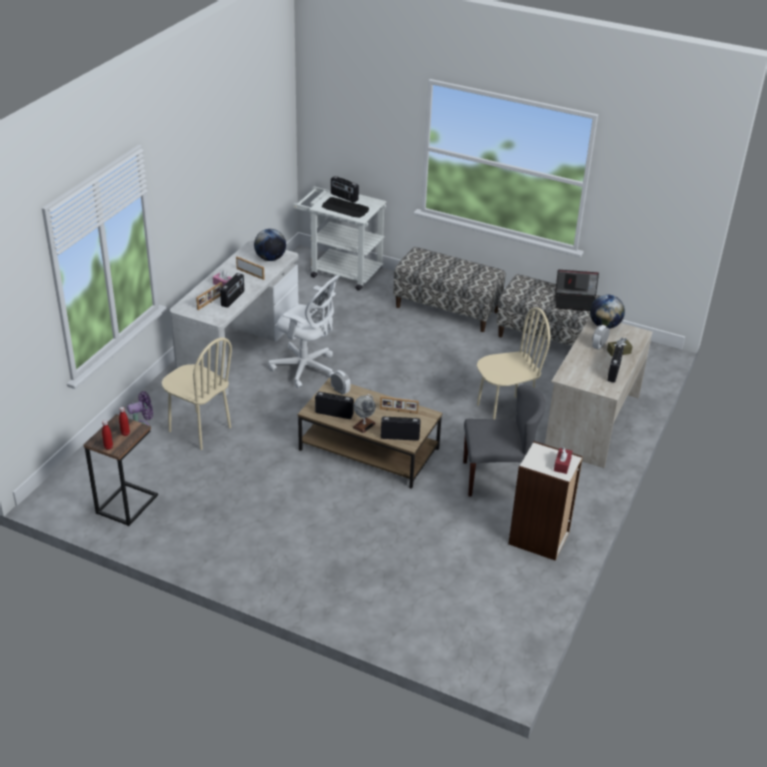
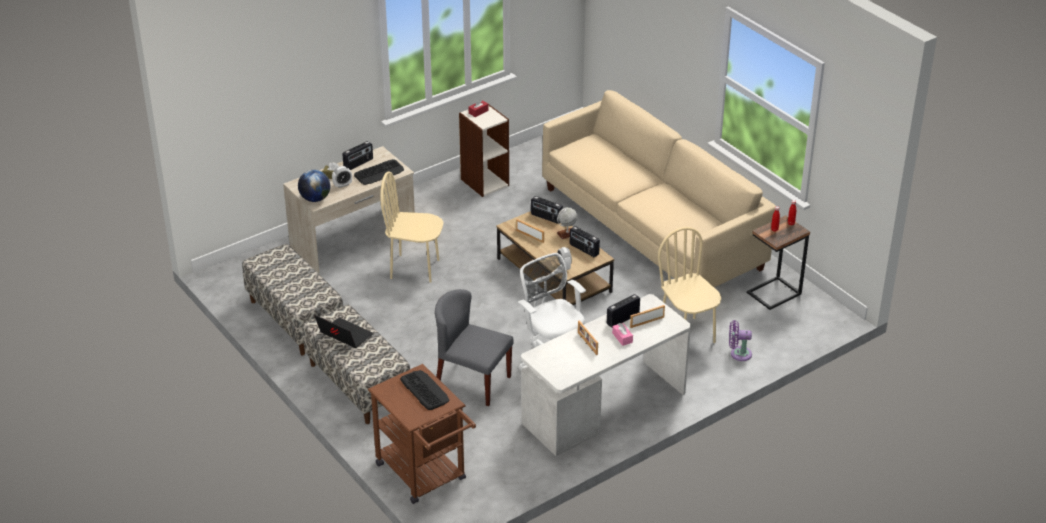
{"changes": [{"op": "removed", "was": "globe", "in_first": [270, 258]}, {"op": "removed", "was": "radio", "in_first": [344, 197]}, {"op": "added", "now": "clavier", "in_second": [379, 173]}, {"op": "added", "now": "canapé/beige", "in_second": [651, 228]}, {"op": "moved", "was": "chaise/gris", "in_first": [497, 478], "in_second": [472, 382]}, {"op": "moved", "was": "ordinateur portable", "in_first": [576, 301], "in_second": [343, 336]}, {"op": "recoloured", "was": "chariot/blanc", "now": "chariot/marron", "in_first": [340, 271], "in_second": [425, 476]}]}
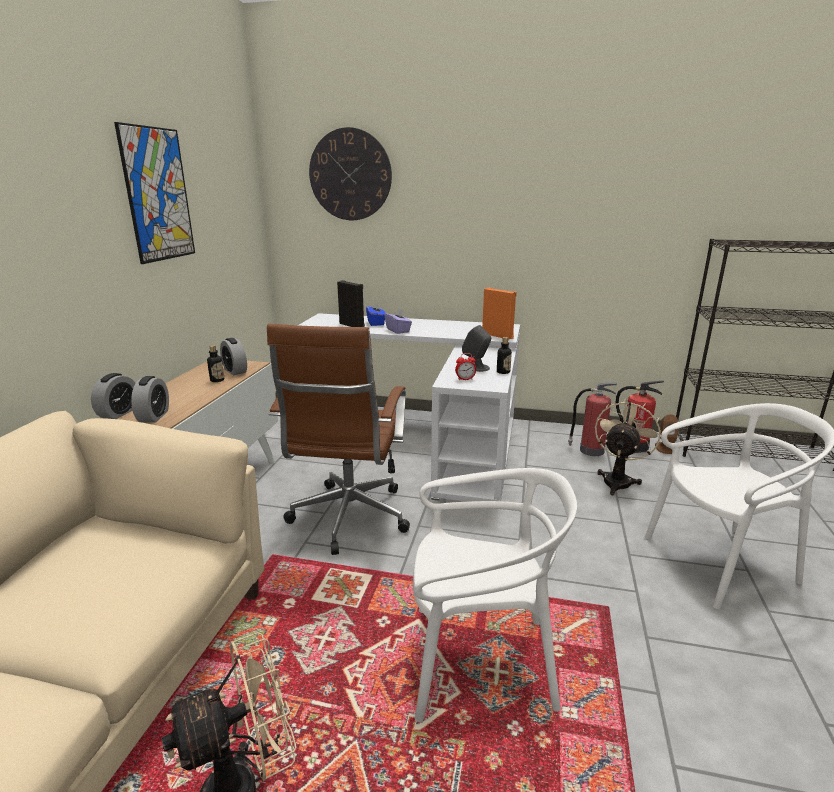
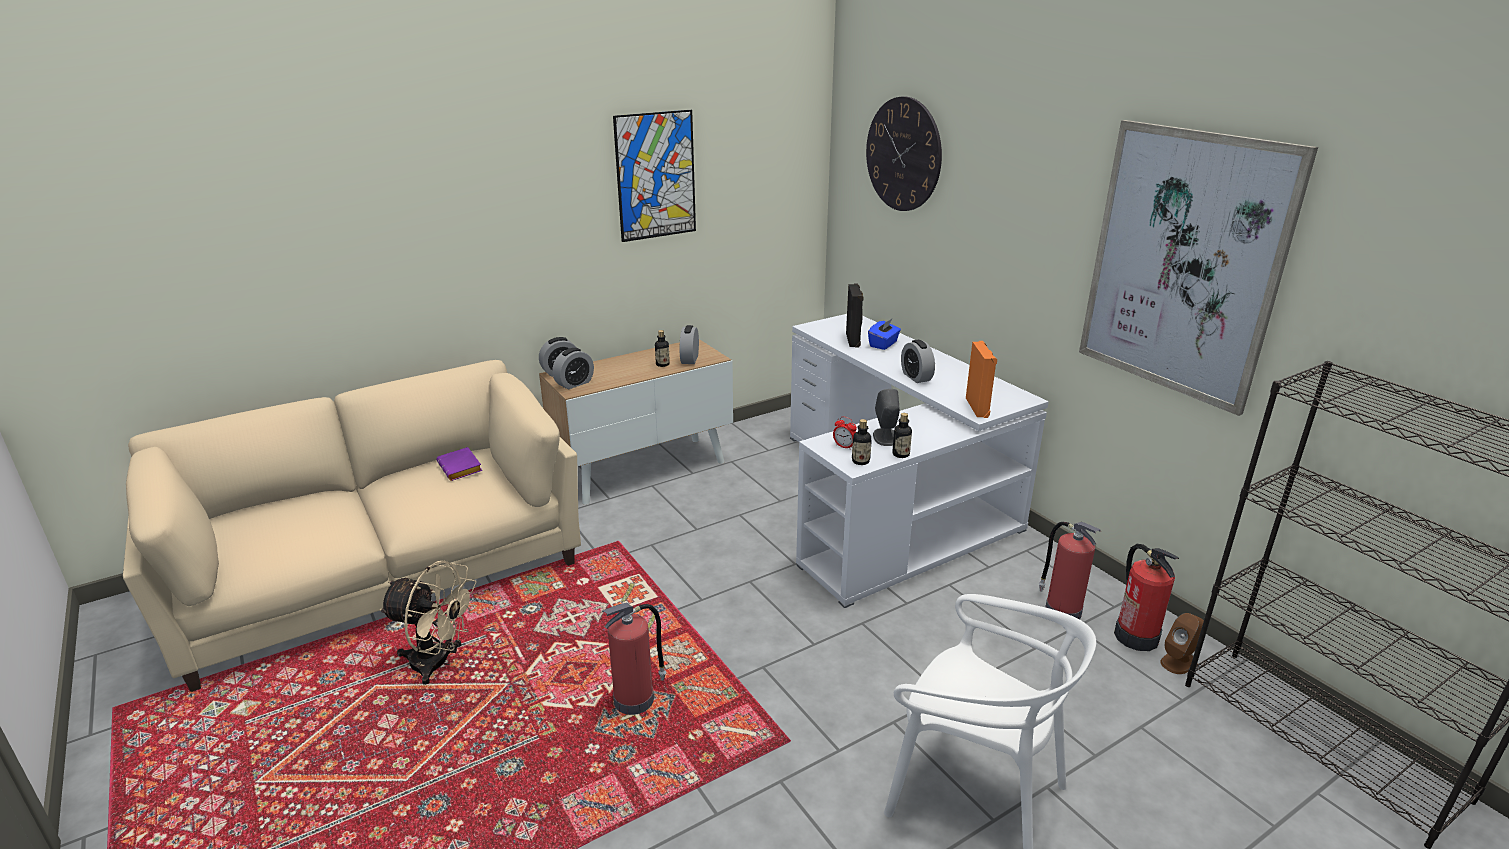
{"changes": [{"op": "removed", "was": "chaise de bureau/marron", "in_first": [348, 519]}, {"op": "removed", "was": "boîte à mouchoirs/violet", "in_first": [398, 330]}, {"op": "removed", "was": "ventilateur/beige", "in_first": [618, 480]}, {"op": "added", "now": "livre/violet", "in_second": [462, 468]}, {"op": "added", "now": "bouteille", "in_second": [860, 461]}, {"op": "added", "now": "réveil", "in_second": [916, 377]}, {"op": "added", "now": "tableau", "in_second": [1183, 264]}, {"op": "replaced", "was": "chaise/blanc", "now": "extincteur", "in_first": [479, 661], "in_second": [636, 700]}]}
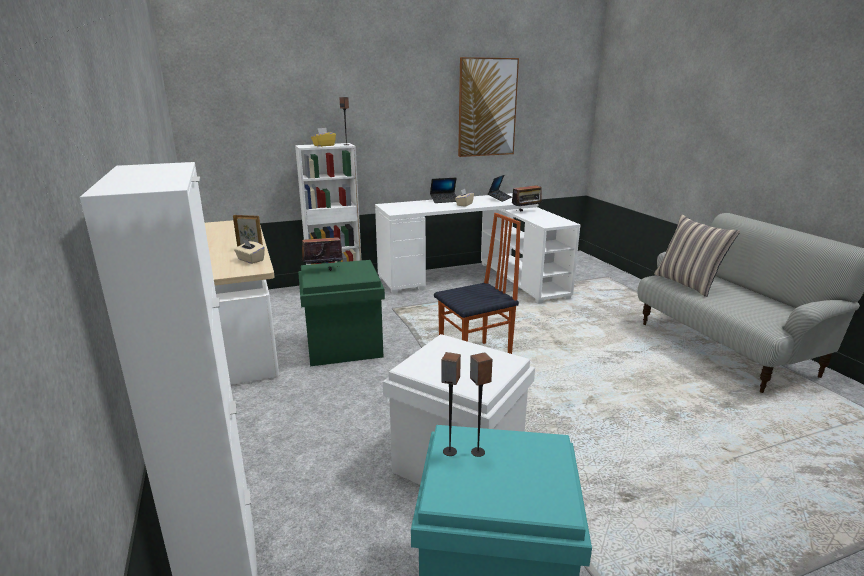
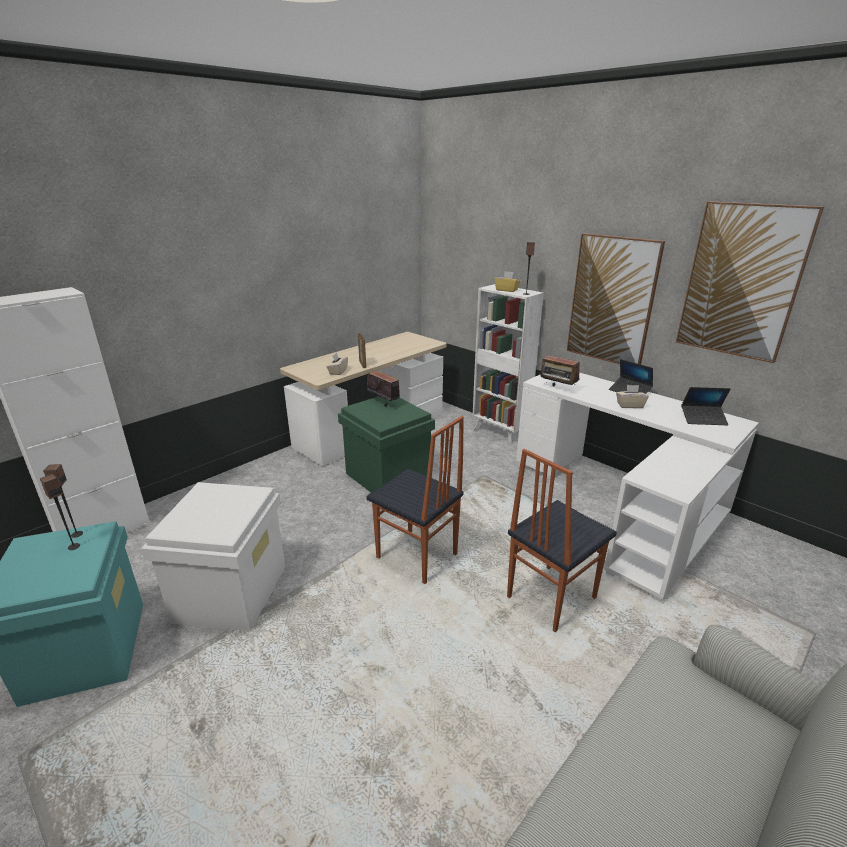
{"changes": [{"op": "removed", "was": "coussin", "in_first": [688, 284]}, {"op": "added", "now": "chaise", "in_second": [549, 597]}, {"op": "added", "now": "tableau", "in_second": [612, 300]}, {"op": "moved", "was": "radio", "in_first": [526, 211], "in_second": [557, 389]}]}
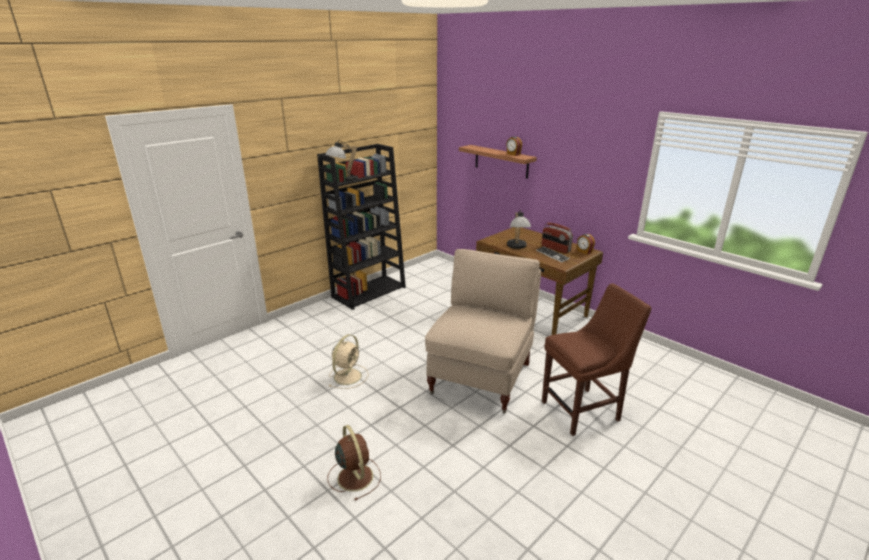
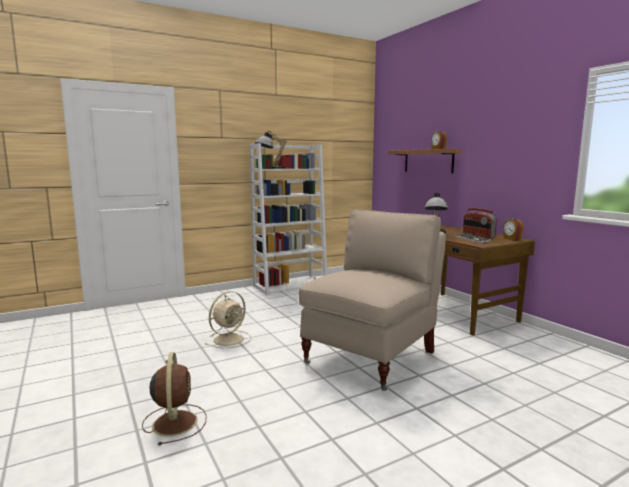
{"changes": [{"op": "removed", "was": "chaise/marron", "in_first": [583, 410]}, {"op": "recoloured", "was": "bibliothèque/noir", "now": "bibliothèque/blanc", "in_first": [369, 292], "in_second": [290, 285]}]}
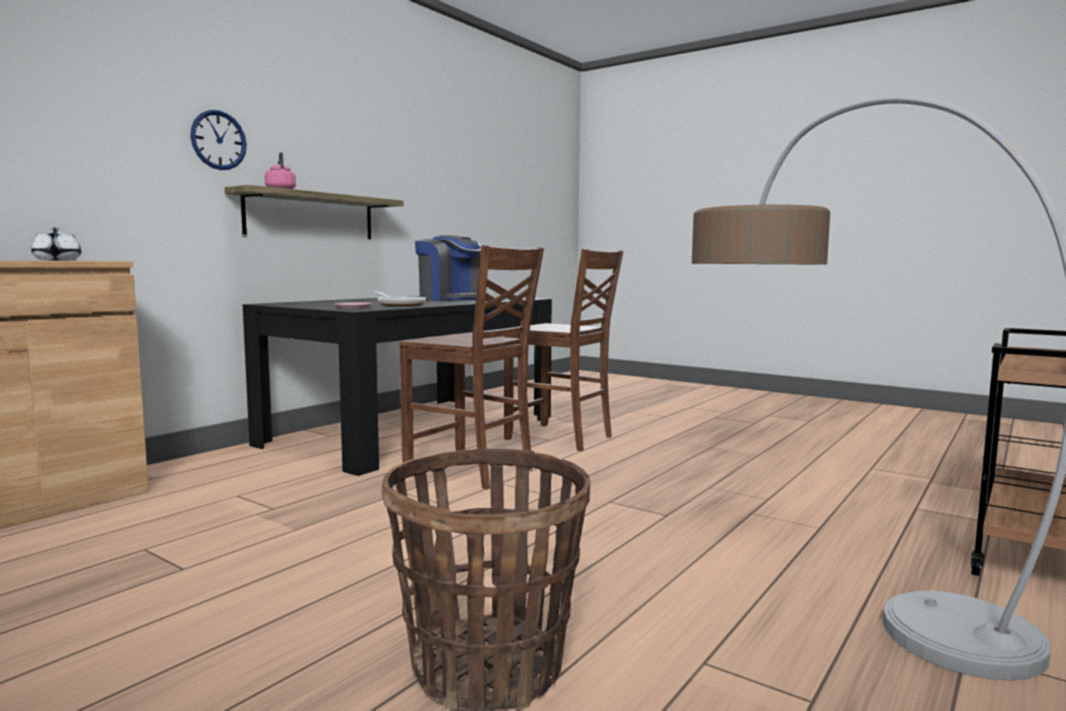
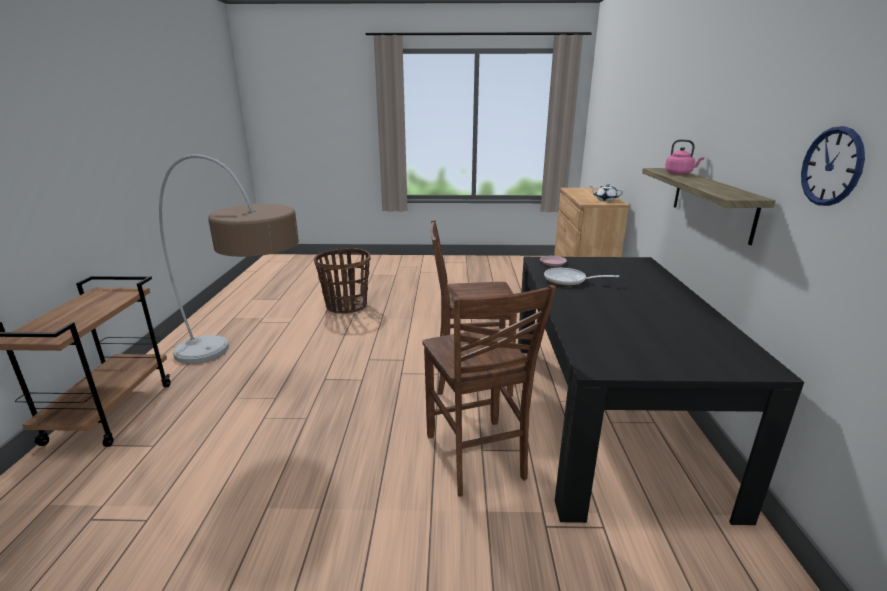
{"changes": [{"op": "removed", "was": "machine à café", "in_first": [452, 299]}, {"op": "moved", "was": "horloge murale", "in_first": [218, 140], "in_second": [831, 166]}, {"op": "turned", "was": "chaise/marron", "in_first": [561, 438], "in_second": [476, 457], "clockwise": -105}]}
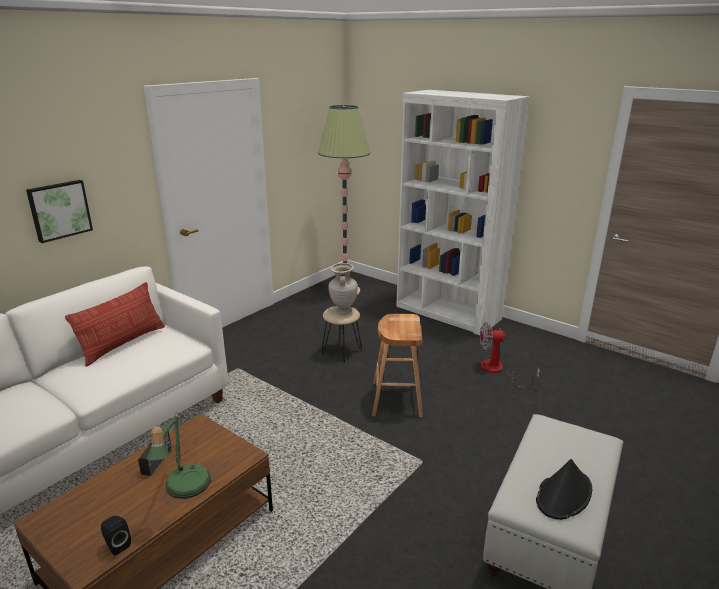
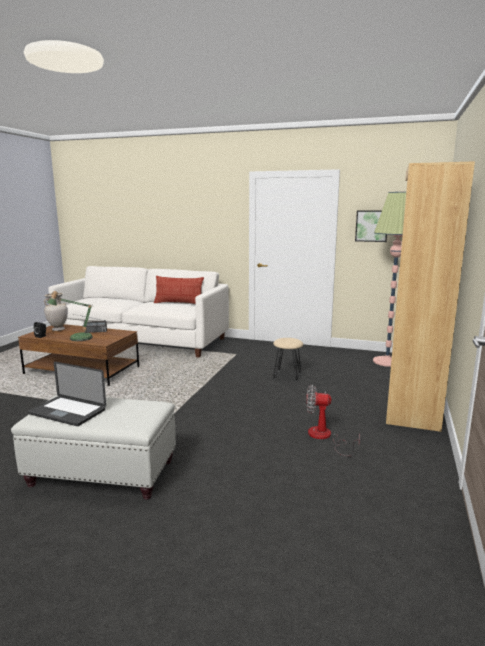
{"changes": [{"op": "removed", "was": "tabouret/marron", "in_first": [396, 399]}, {"op": "moved", "was": "tableau", "in_first": [59, 210], "in_second": [371, 226]}, {"op": "moved", "was": "vase/beige", "in_first": [343, 311], "in_second": [58, 329]}, {"op": "replaced", "was": "chapeau/noir", "now": "ordinateur portable", "in_first": [564, 494], "in_second": [67, 412]}, {"op": "recoloured", "was": "bibliothèque/blanc", "now": "bibliothèque/marron", "in_first": [447, 313], "in_second": [411, 404]}, {"op": "turned", "was": "ventilateur", "in_first": [498, 370], "in_second": [325, 437], "clockwise": -60}]}
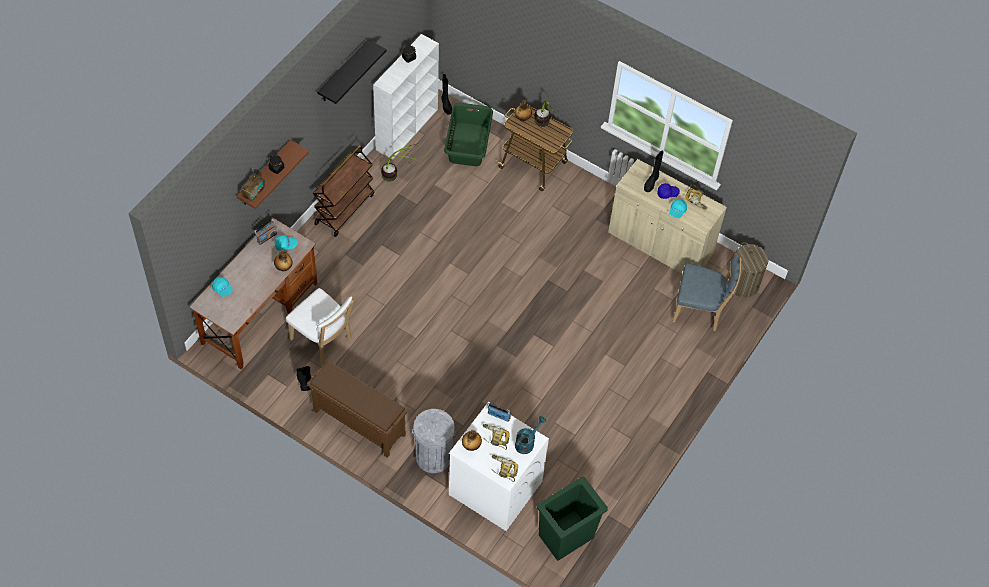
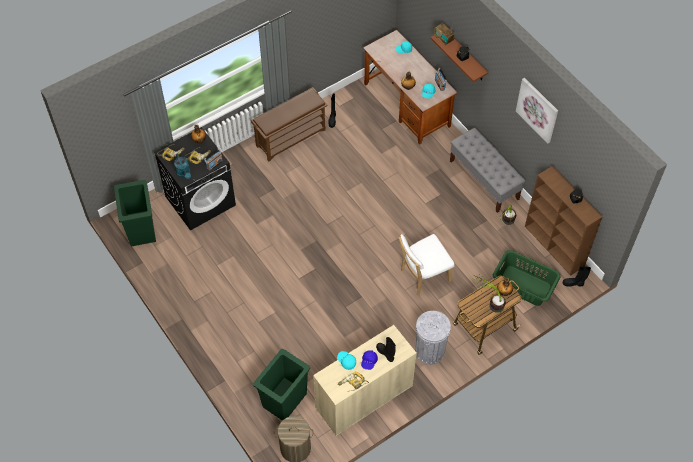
{"changes": [{"op": "moved", "was": "chaise/blanc", "in_first": [323, 340], "in_second": [423, 276]}, {"op": "moved", "was": "poubelle/gris", "in_first": [433, 457], "in_second": [429, 351]}, {"op": "replaced", "was": "chariot/marron", "now": "banc/gris", "in_first": [344, 209], "in_second": [484, 180]}, {"op": "replaced", "was": "étagère/noir", "now": "tableau", "in_first": [343, 72], "in_second": [537, 109]}, {"op": "replaced", "was": "chaise/bleu", "now": "poubelle/vert", "in_first": [700, 310], "in_second": [284, 400]}, {"op": "recoloured", "was": "bibliothèque/blanc", "now": "bibliothèque/marron", "in_first": [407, 128], "in_second": [555, 246]}, {"op": "recoloured", "was": "lave-linge/blanc", "now": "lave-linge/noir", "in_first": [494, 488], "in_second": [200, 200]}]}
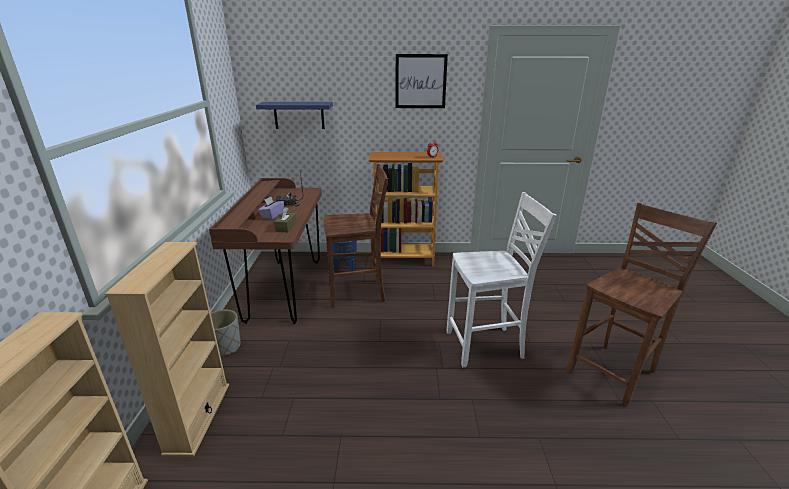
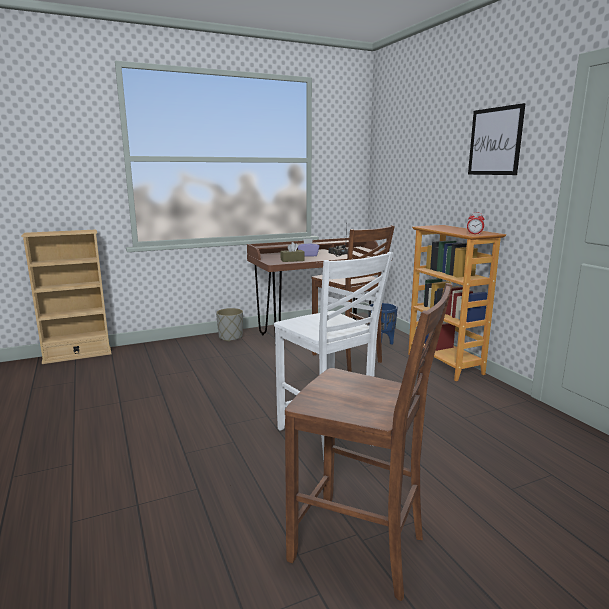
{"changes": [{"op": "removed", "was": "bibliothèque/beige", "in_first": [198, 417]}, {"op": "removed", "was": "étagère/bleu", "in_first": [299, 115]}]}
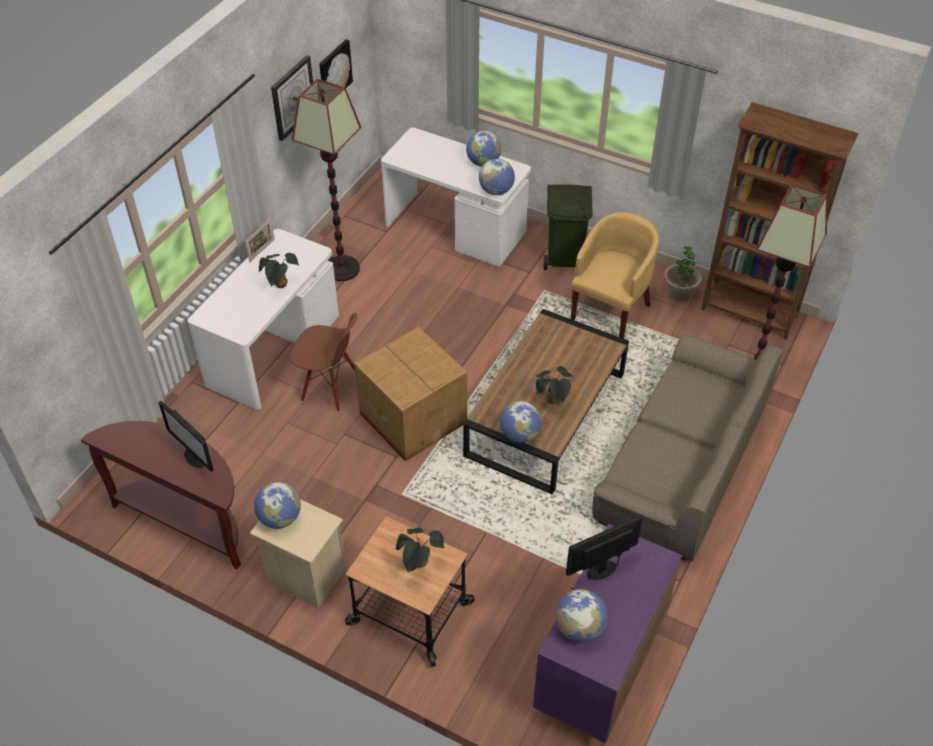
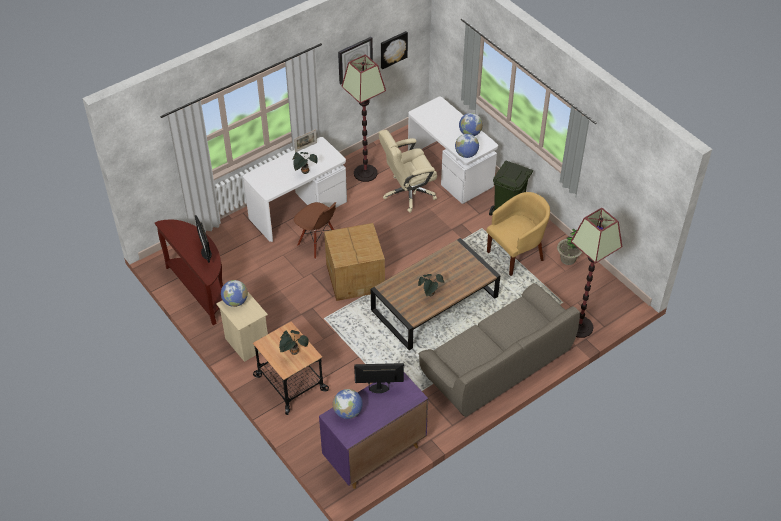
{"changes": [{"op": "removed", "was": "globe", "in_first": [520, 435]}, {"op": "removed", "was": "bibliothèque/marron", "in_first": [749, 314]}, {"op": "added", "now": "chaise de bureau/beige", "in_second": [408, 193]}]}
